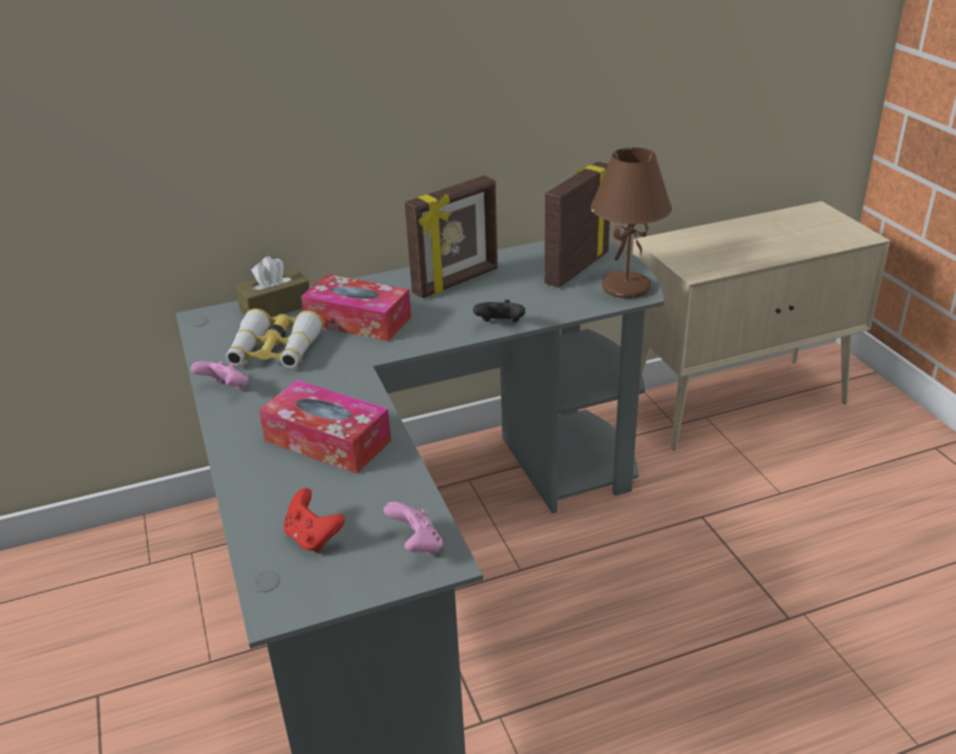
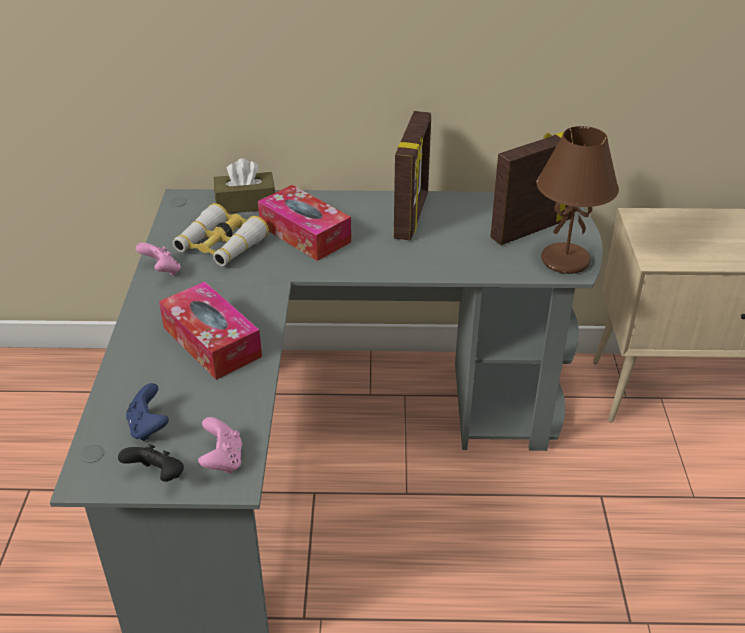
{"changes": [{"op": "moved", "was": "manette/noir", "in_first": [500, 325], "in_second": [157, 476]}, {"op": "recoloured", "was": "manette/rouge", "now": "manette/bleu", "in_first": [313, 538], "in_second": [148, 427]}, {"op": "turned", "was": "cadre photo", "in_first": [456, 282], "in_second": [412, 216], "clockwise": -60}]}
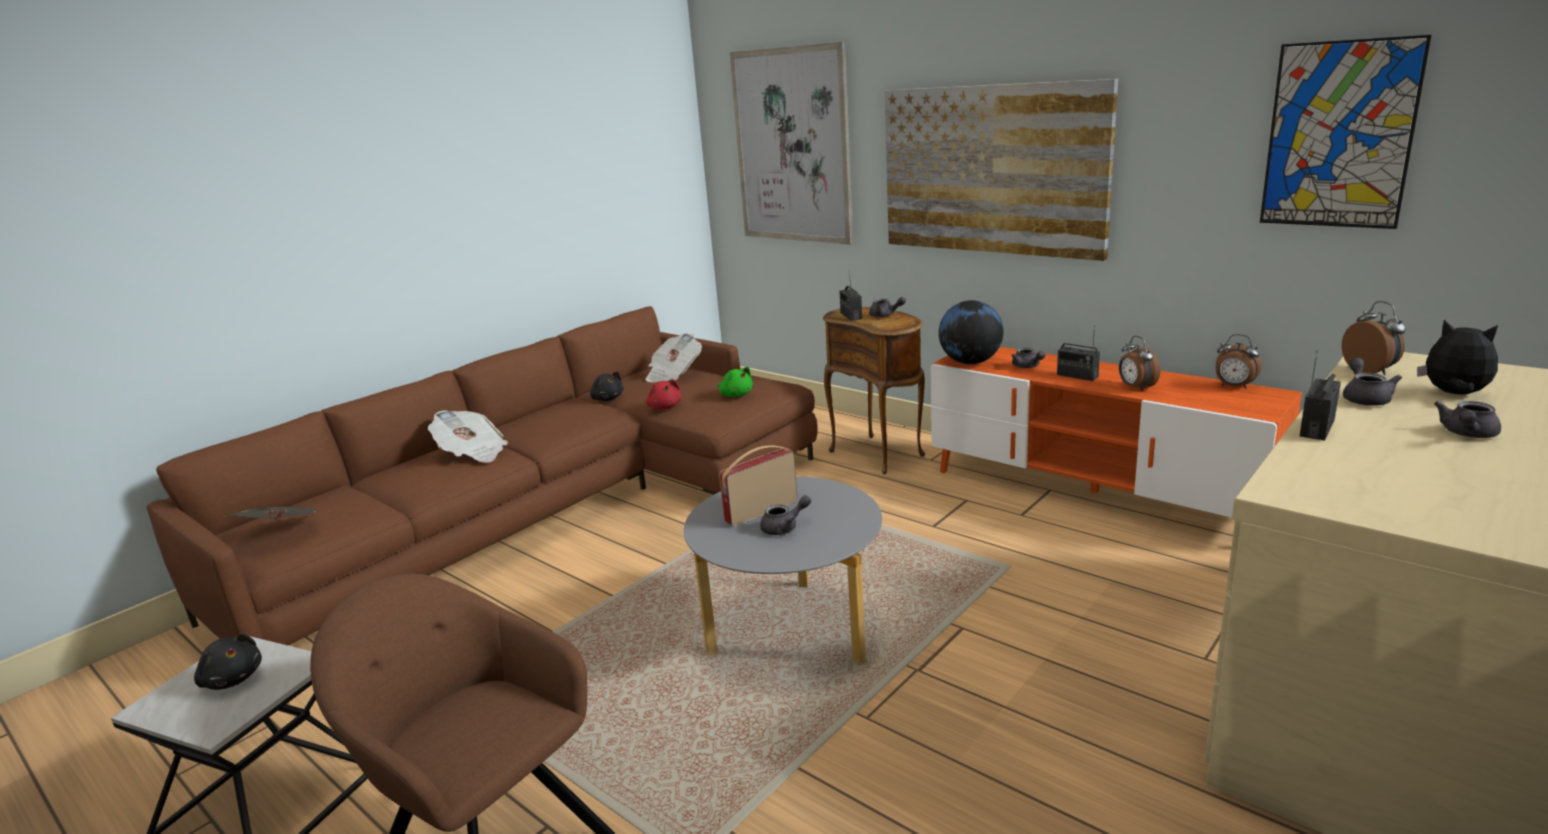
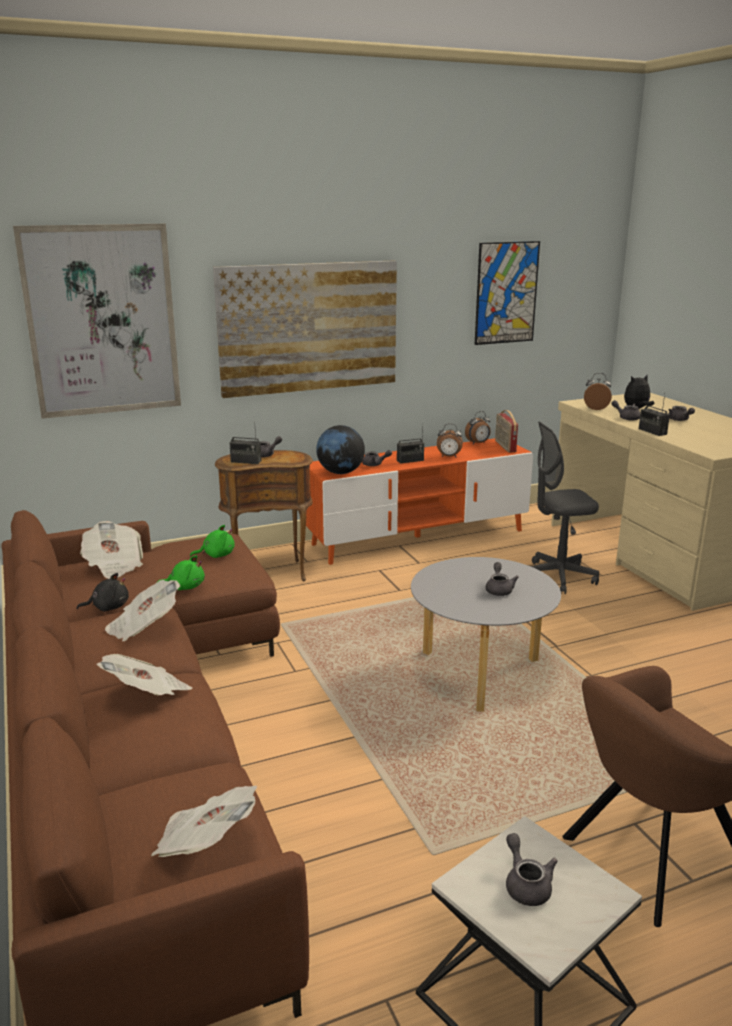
{"changes": [{"op": "added", "now": "journal", "in_second": [144, 627]}, {"op": "added", "now": "chaise de bureau/gris", "in_second": [558, 577]}, {"op": "moved", "was": "radio", "in_first": [760, 511], "in_second": [504, 446]}, {"op": "replaced", "was": "peluche/noir", "now": "théière/gris", "in_first": [232, 679], "in_second": [526, 884]}, {"op": "recoloured", "was": "peluche/rouge", "now": "peluche/vert", "in_first": [665, 407], "in_second": [185, 587]}]}
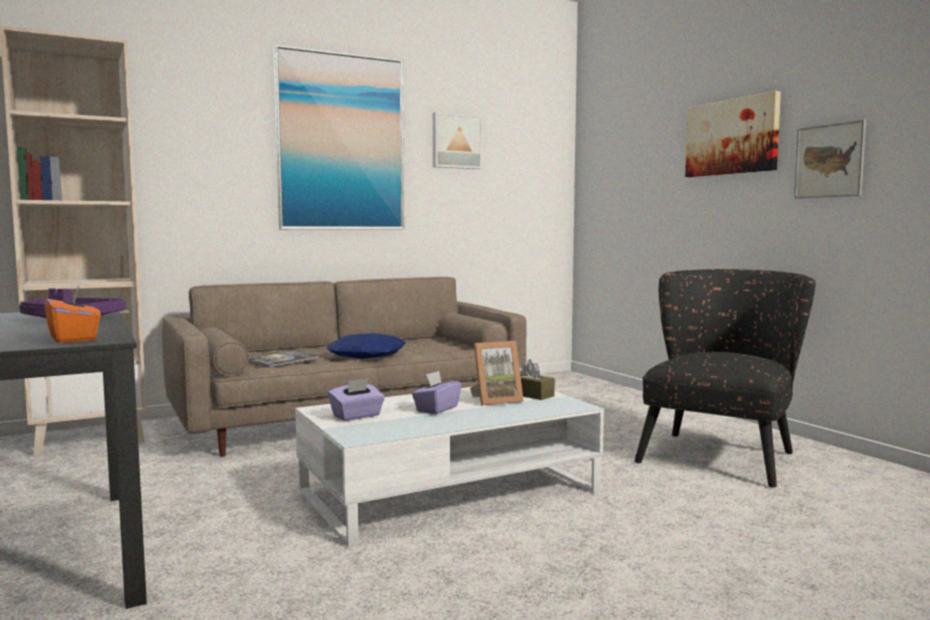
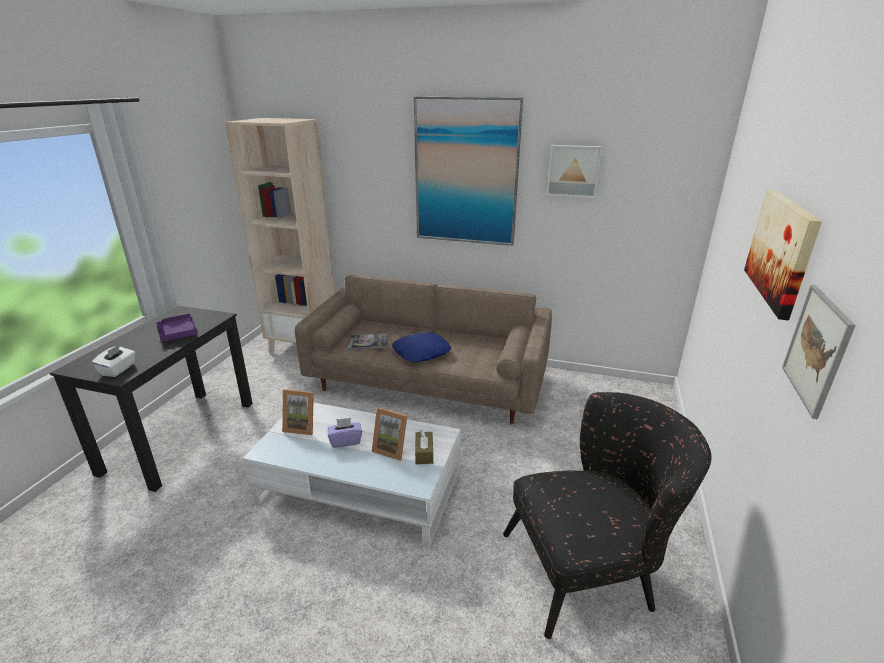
{"changes": [{"op": "replaced", "was": "boîte à mouchoirs/violet", "now": "cadre photo", "in_first": [357, 416], "in_second": [302, 426]}, {"op": "recoloured", "was": "boîte à mouchoirs/orange", "now": "boîte à mouchoirs/blanc", "in_first": [74, 339], "in_second": [118, 370]}]}
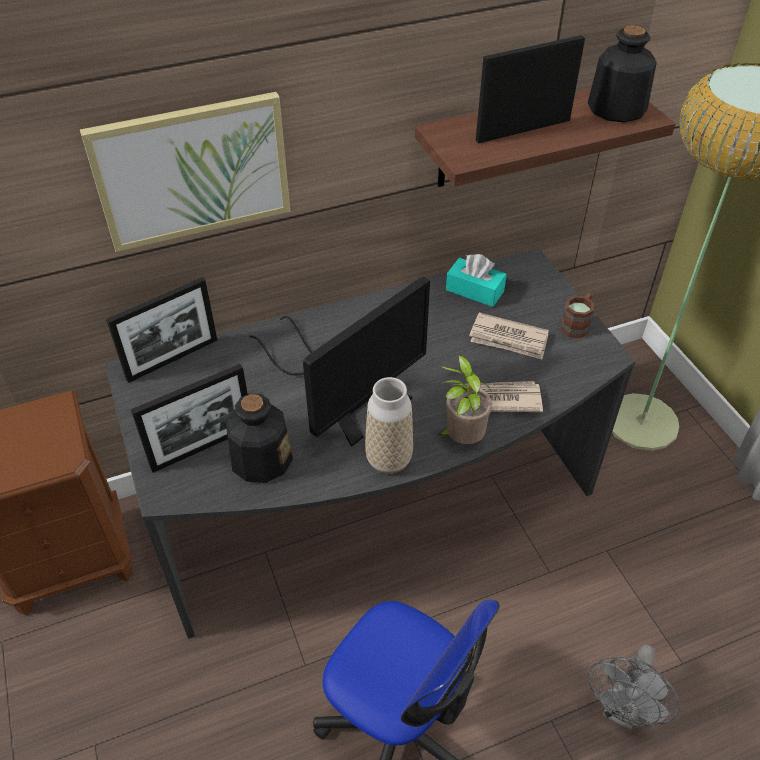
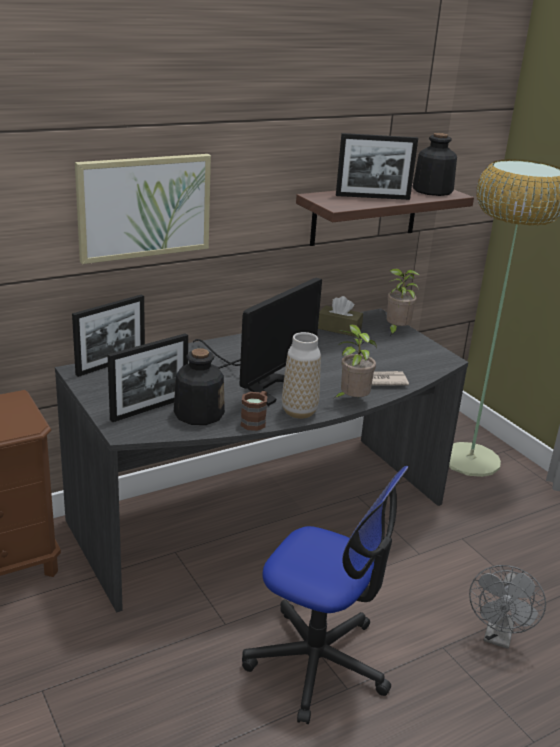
{"changes": [{"op": "removed", "was": "journal", "in_first": [509, 339]}, {"op": "added", "now": "plante en pot", "in_second": [396, 331]}, {"op": "moved", "was": "mug/marron", "in_first": [577, 324], "in_second": [255, 421]}, {"op": "recoloured", "was": "boîte à mouchoirs/turquoise", "now": "boîte à mouchoirs/marron", "in_first": [474, 290], "in_second": [339, 328]}, {"op": "turned", "was": "cadre photo", "in_first": [523, 130], "in_second": [372, 197], "clockwise": -150}]}
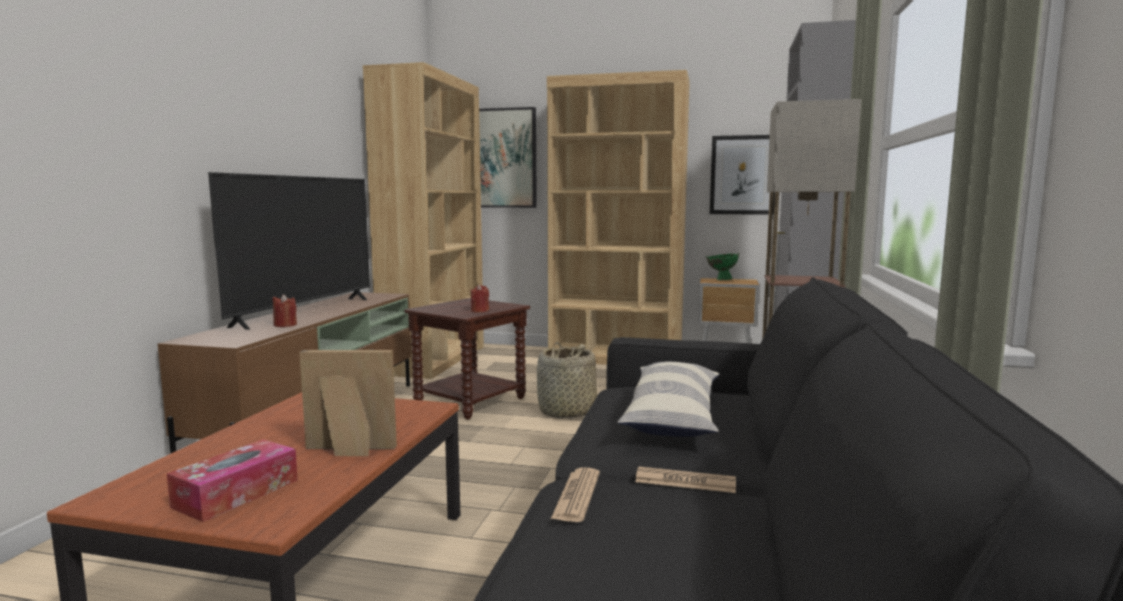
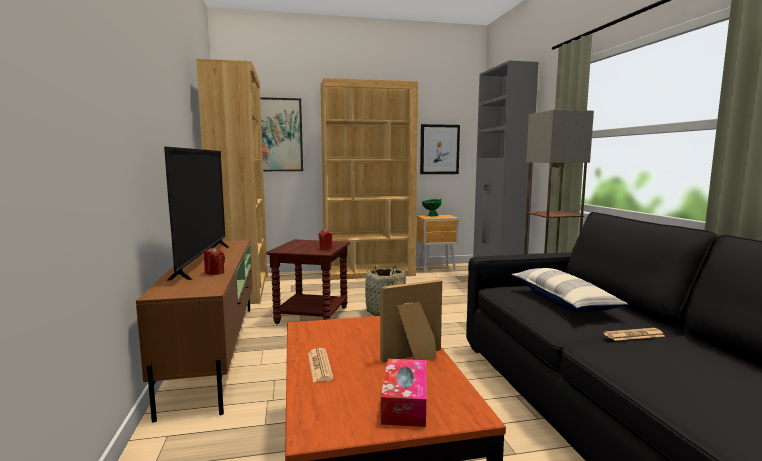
{"changes": [{"op": "moved", "was": "journal", "in_first": [576, 495], "in_second": [319, 365]}]}
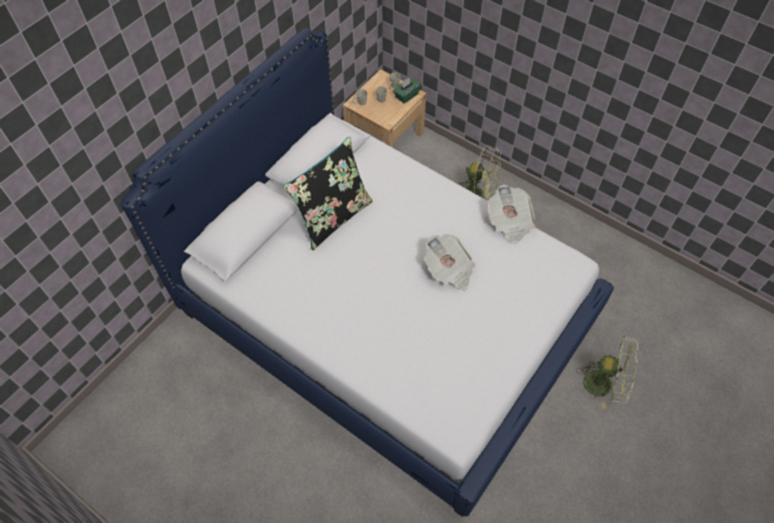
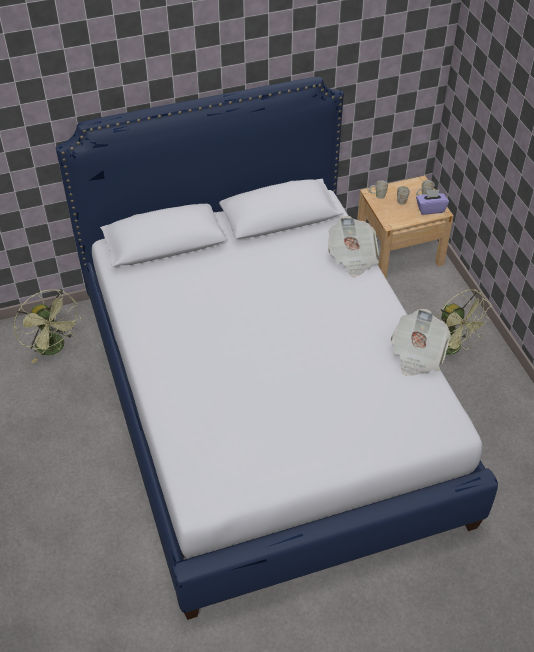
{"changes": [{"op": "removed", "was": "coussin/noir", "in_first": [333, 217]}, {"op": "moved", "was": "journal", "in_first": [449, 270], "in_second": [352, 257]}, {"op": "moved", "was": "ventilateur/vert", "in_first": [604, 384], "in_second": [54, 348]}, {"op": "recoloured", "was": "boîte à mouchoirs/vert", "now": "boîte à mouchoirs/violet", "in_first": [406, 95], "in_second": [430, 209]}]}
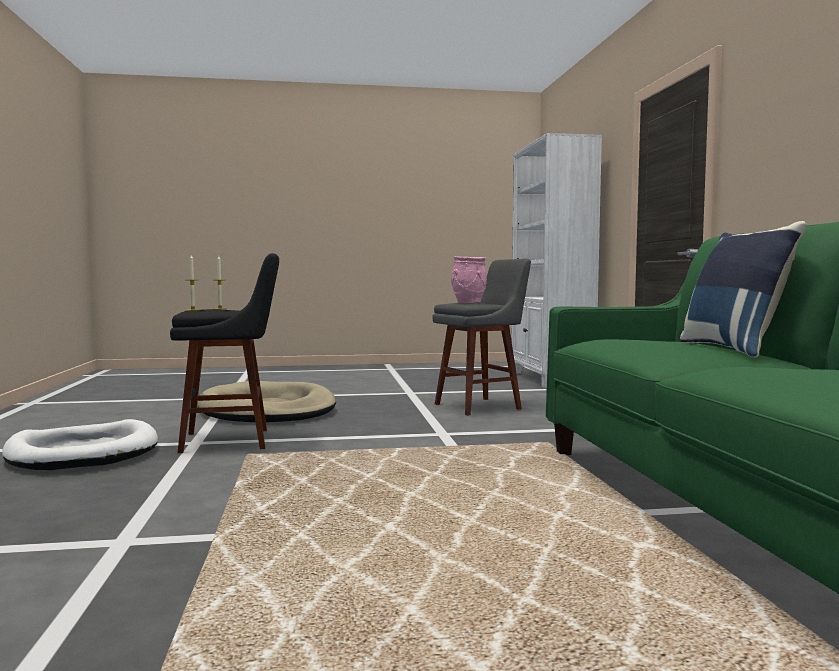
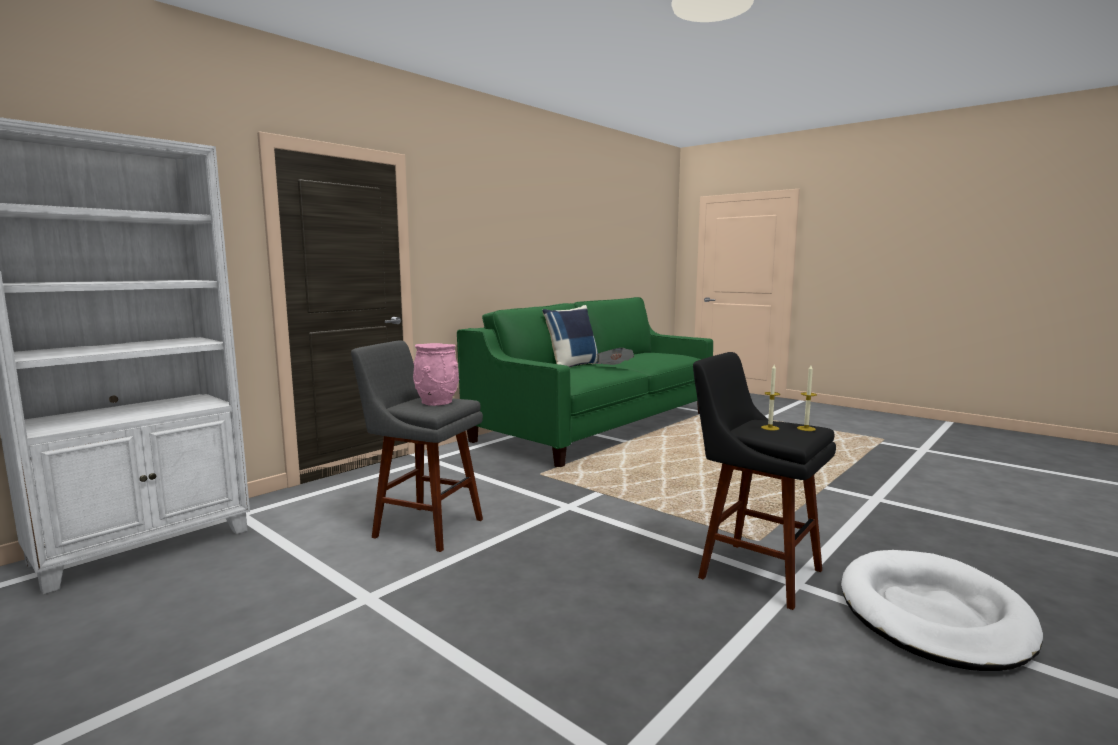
{"changes": [{"op": "removed", "was": "panier pour chien/beige", "in_first": [268, 410]}, {"op": "added", "now": "journal", "in_second": [614, 367]}]}
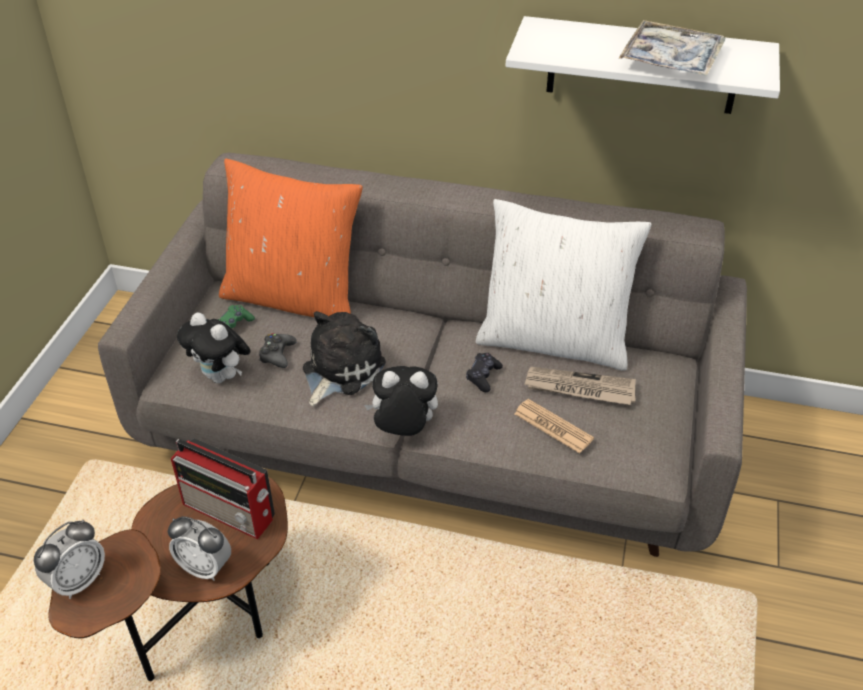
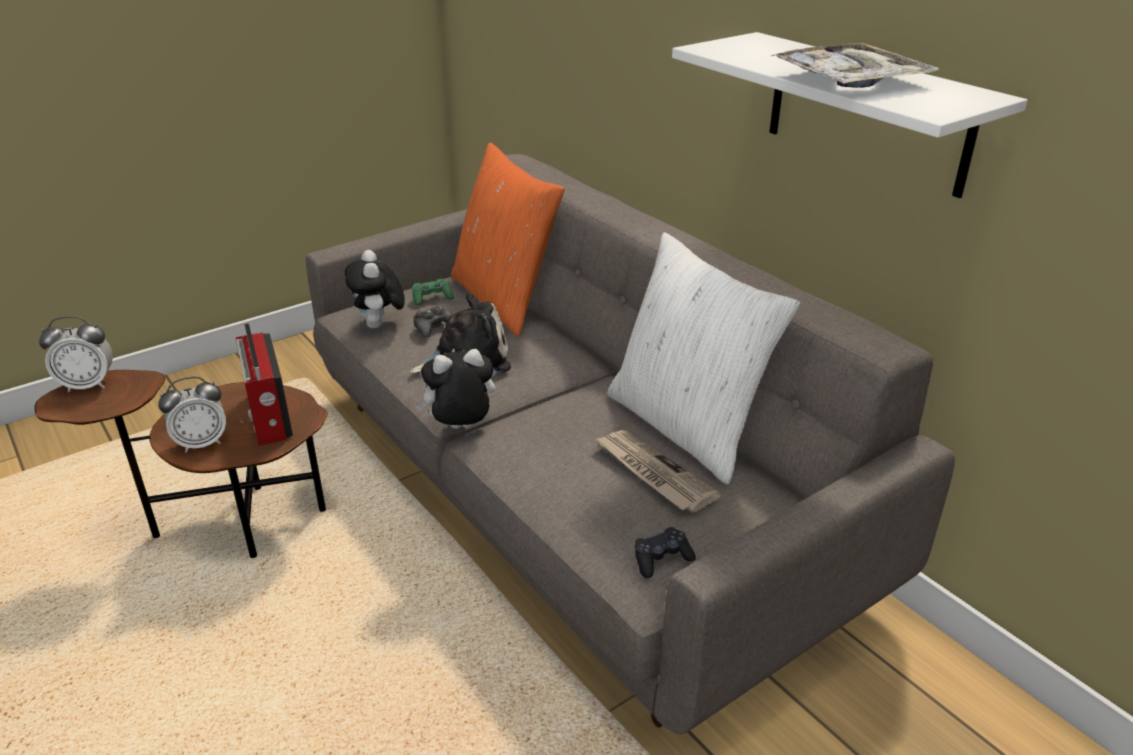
{"changes": [{"op": "removed", "was": "journal", "in_first": [553, 426]}, {"op": "moved", "was": "manette/noir", "in_first": [483, 376], "in_second": [661, 559]}, {"op": "turned", "was": "réveil", "in_first": [205, 567], "in_second": [202, 443], "clockwise": -90}, {"op": "turned", "was": "peluche", "in_first": [403, 430], "in_second": [460, 429], "clockwise": -60}]}
